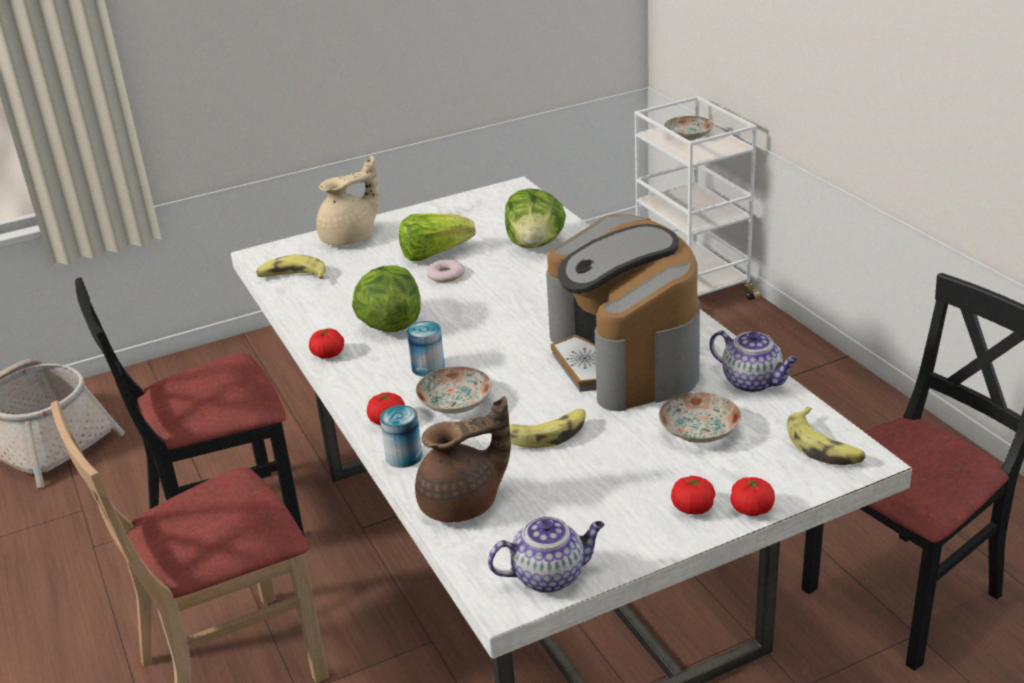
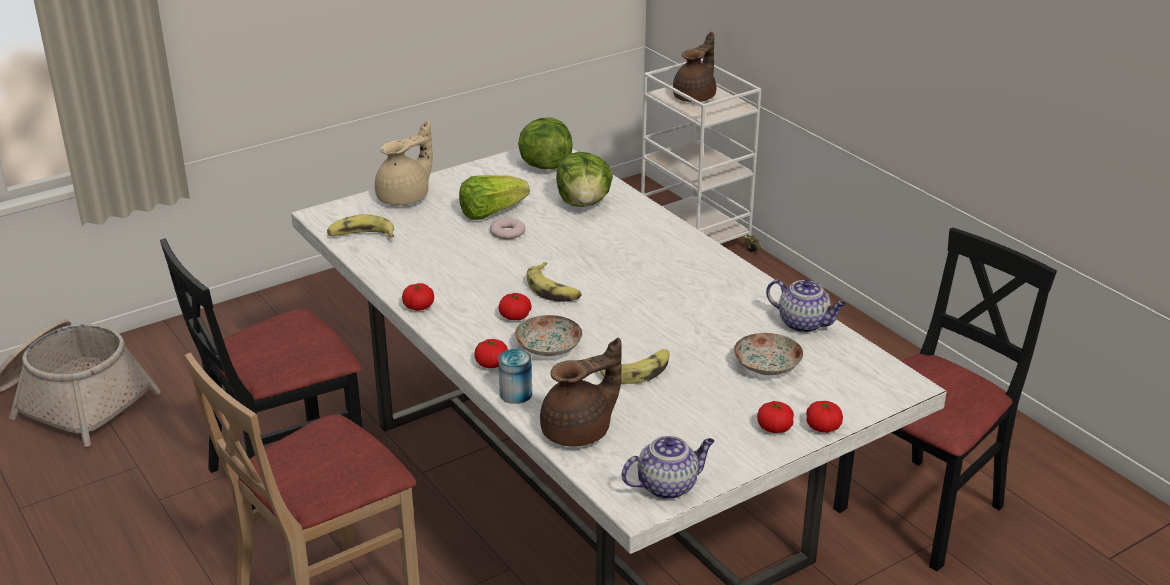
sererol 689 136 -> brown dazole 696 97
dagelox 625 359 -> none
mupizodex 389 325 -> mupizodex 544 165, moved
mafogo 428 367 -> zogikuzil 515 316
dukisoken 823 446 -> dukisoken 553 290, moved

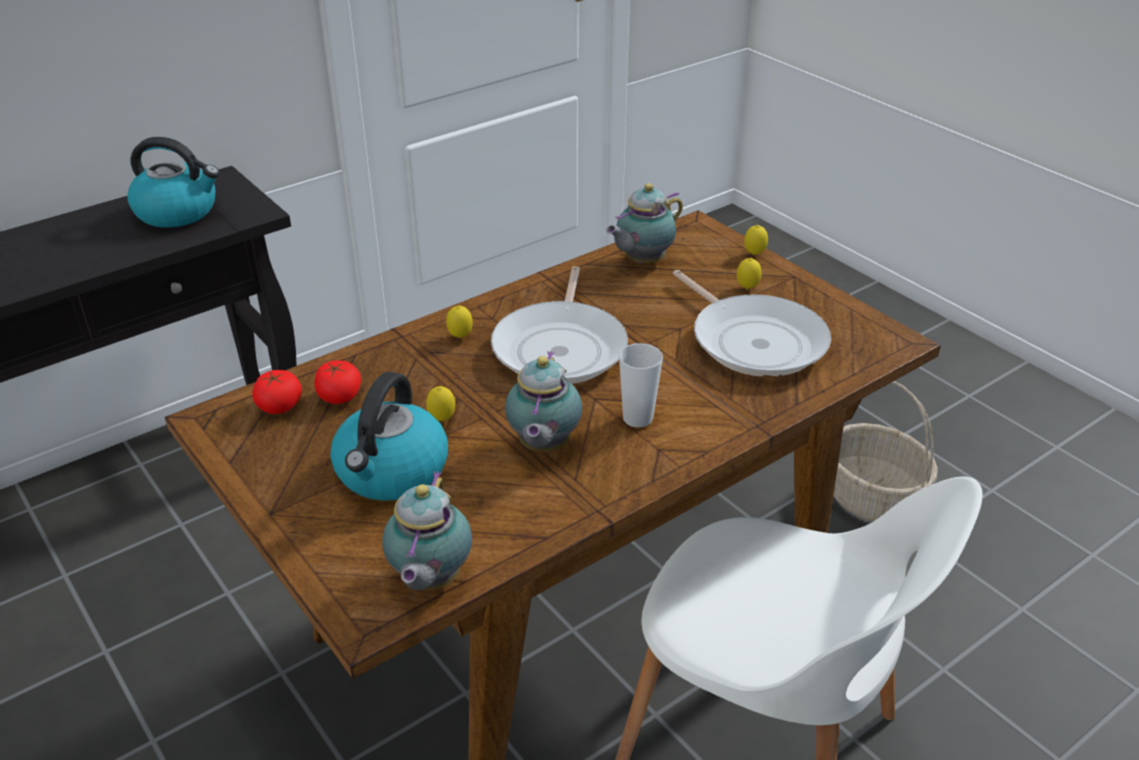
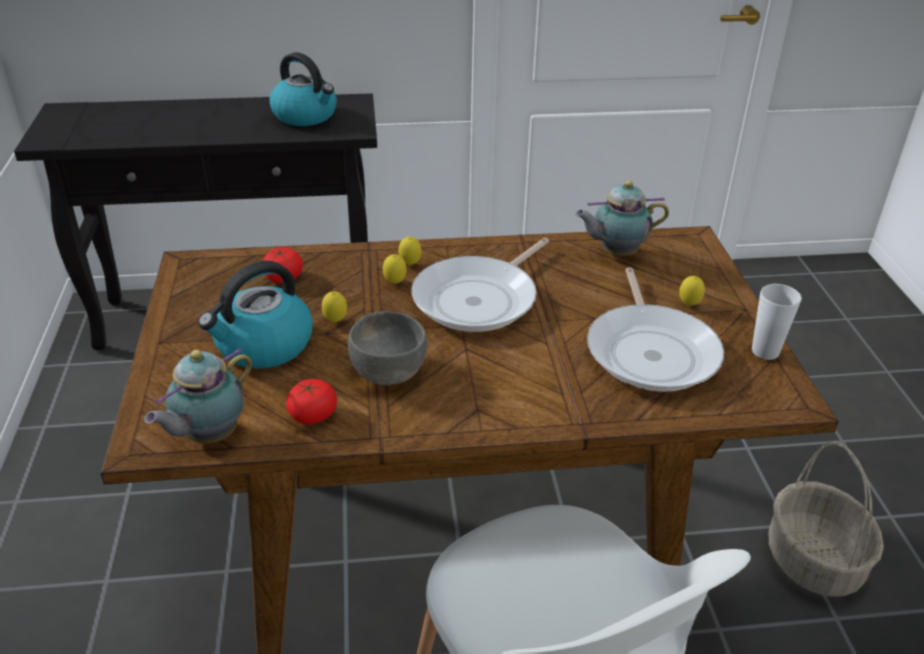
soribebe 754 255 -> soribebe 395 283, moved
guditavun 637 418 -> guditavun 765 351, moved
dazole 542 446 -> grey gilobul 388 370
zogikuzil 279 406 -> zogikuzil 313 415, moved

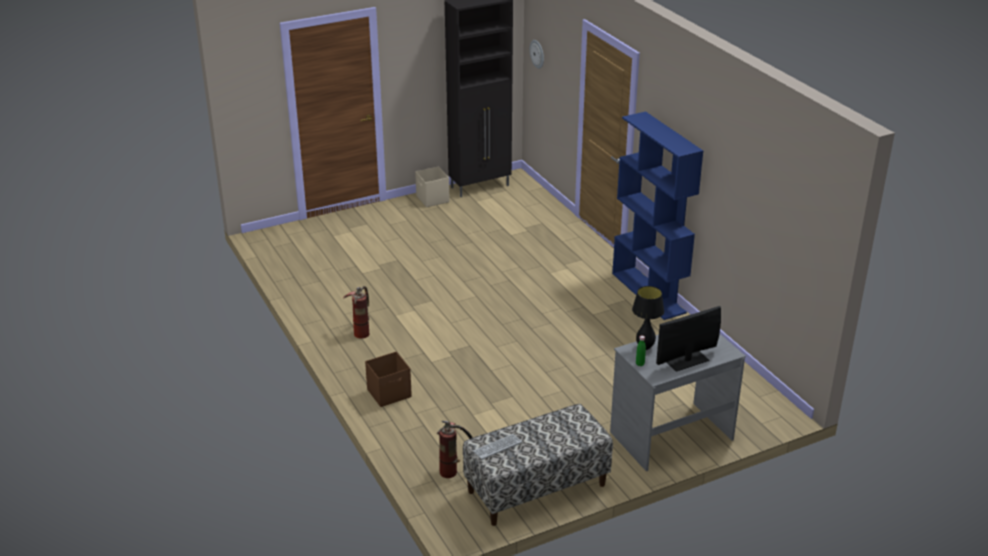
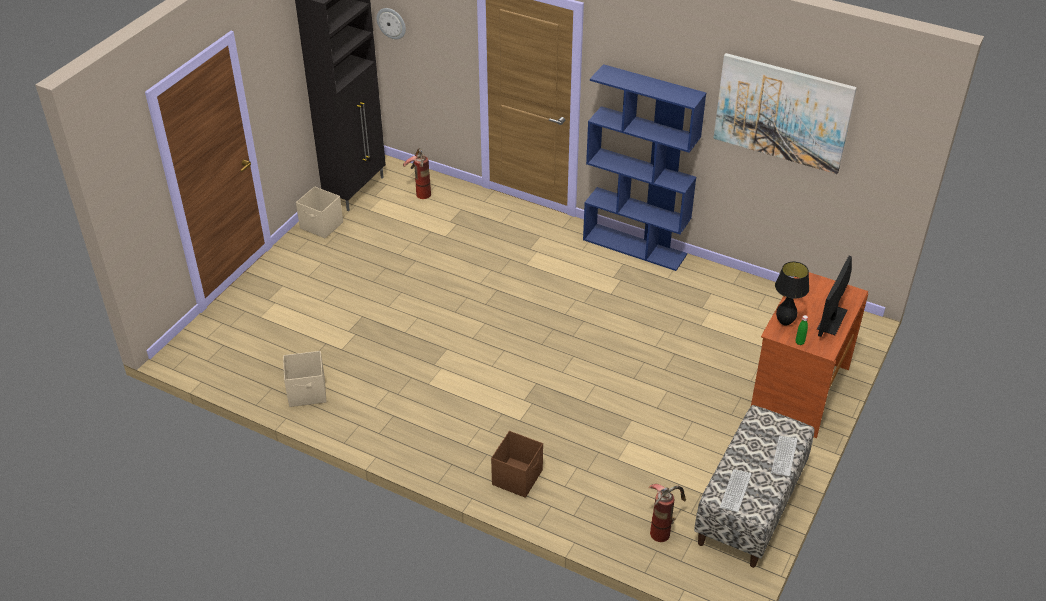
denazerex 361 330 -> denazerex 419 191, moved
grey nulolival 671 435 -> brown nulolival 798 390
none -> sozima 782 112
none -> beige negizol 308 392
none -> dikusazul 784 456

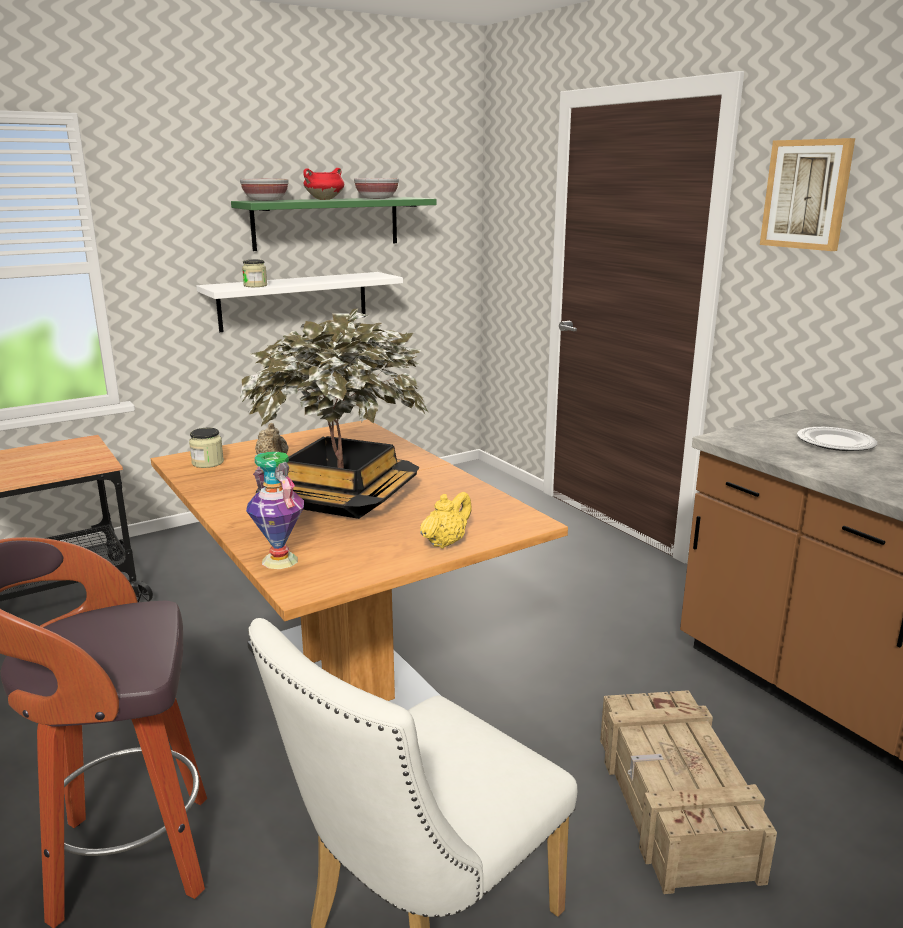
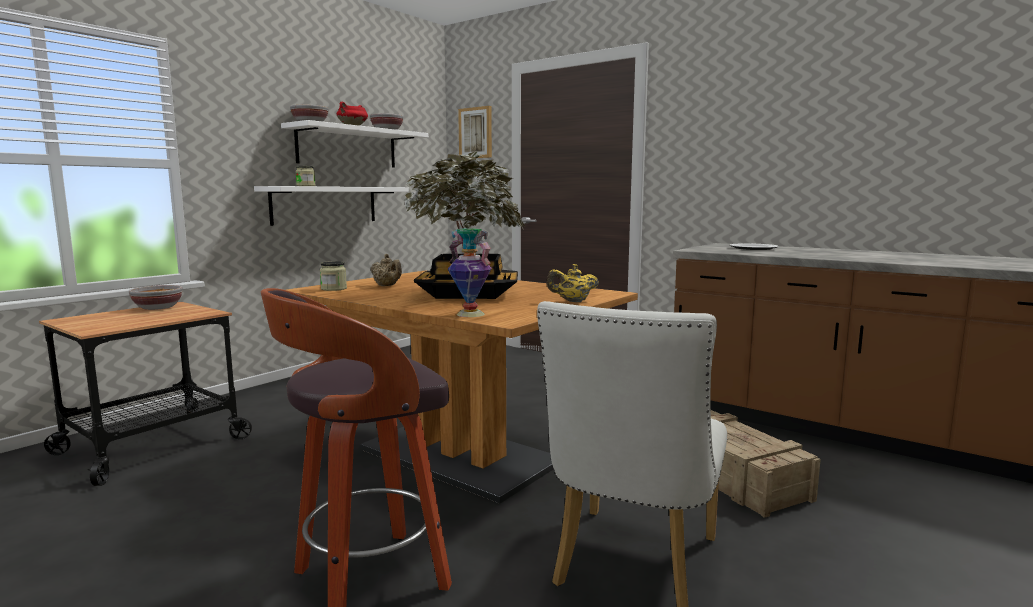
sozima 807 194 -> sozima 476 133, moved
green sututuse 326 223 -> white sututuse 347 147
yellow dazole 445 542 -> yellow dazole 572 301, 120 degrees counterclockwise
none -> gilobul 157 308

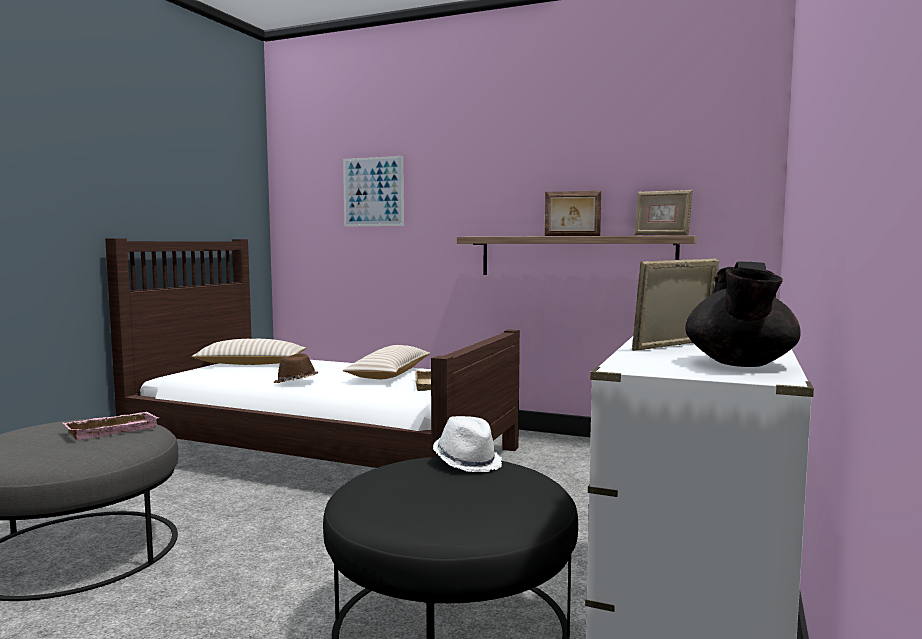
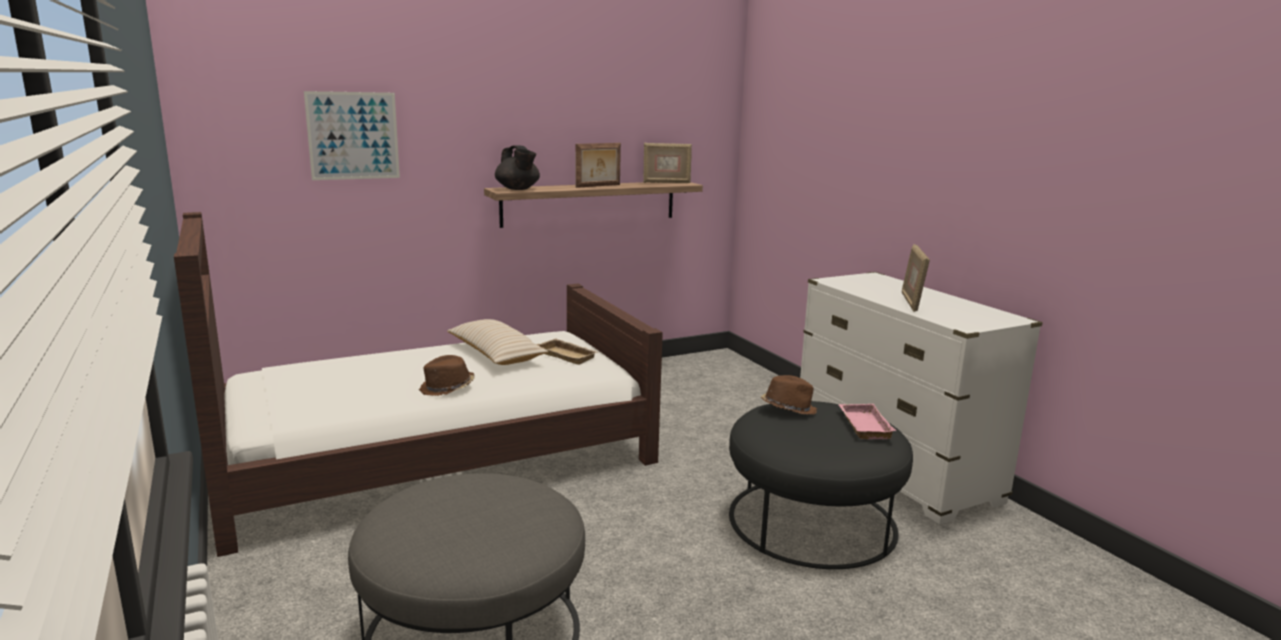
black dazole 740 364 -> black dazole 518 189, moved
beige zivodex 251 364 -> none
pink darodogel 112 430 -> pink darodogel 862 425, moved
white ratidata 467 462 -> brown ratidata 788 409

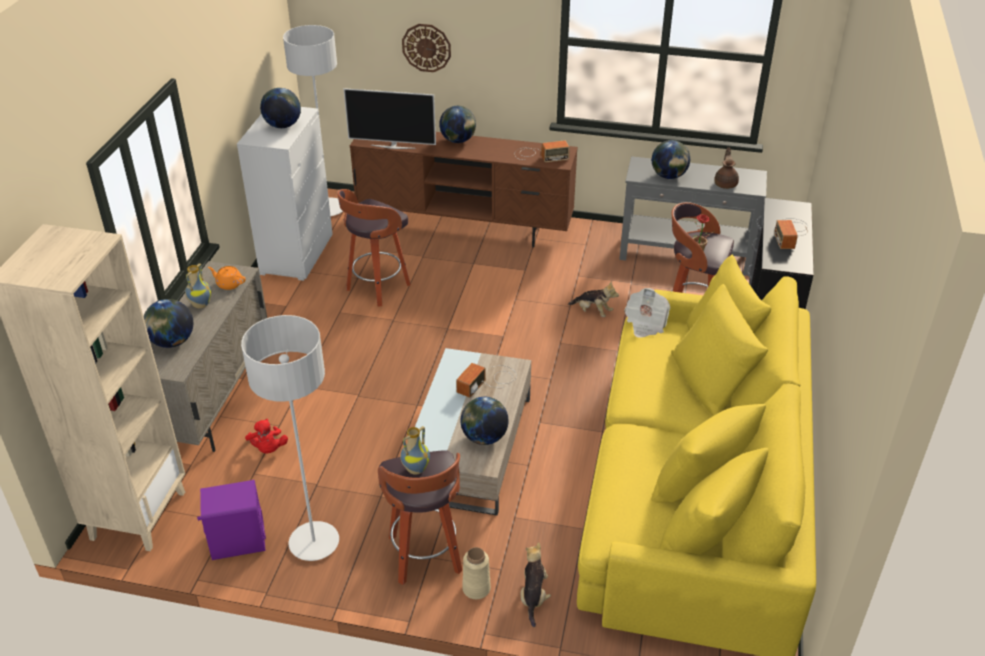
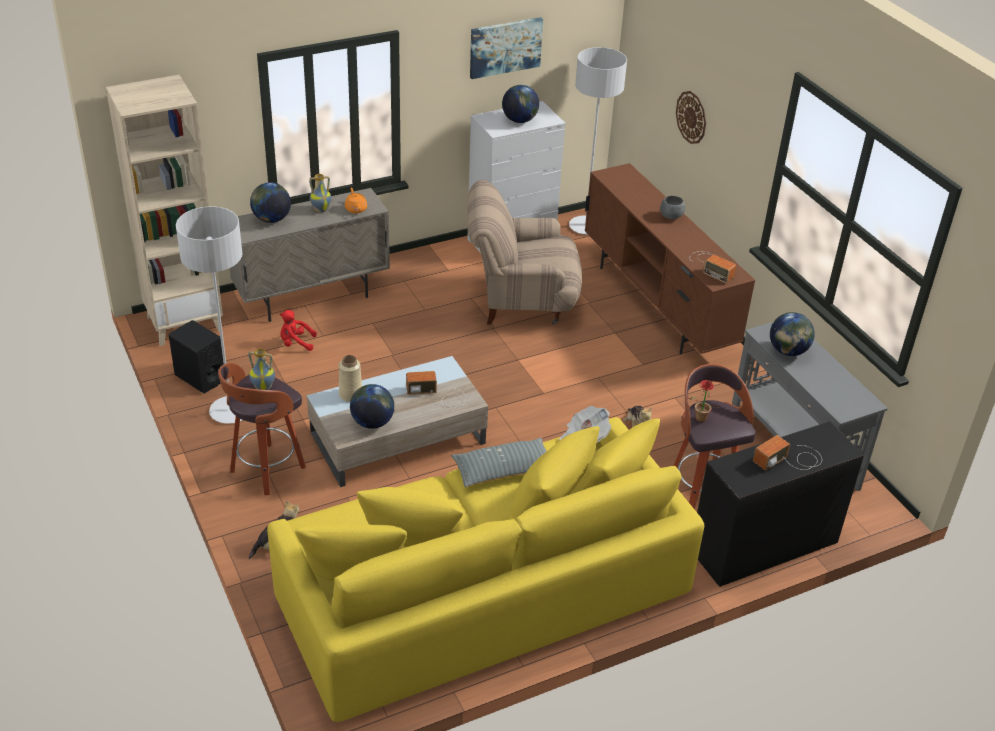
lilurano 393 146 -> none
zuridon 458 141 -> grey gilobul 671 216
brown dazole 725 183 -> none
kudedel 377 288 -> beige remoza 521 301
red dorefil 268 448 -> red dorefil 296 343, 60 degrees clockwise
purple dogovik 237 541 -> black dogovik 201 377
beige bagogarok 476 589 -> beige bagogarok 350 395, moved
none -> sozima 505 47
none -> grey zivodex 503 470

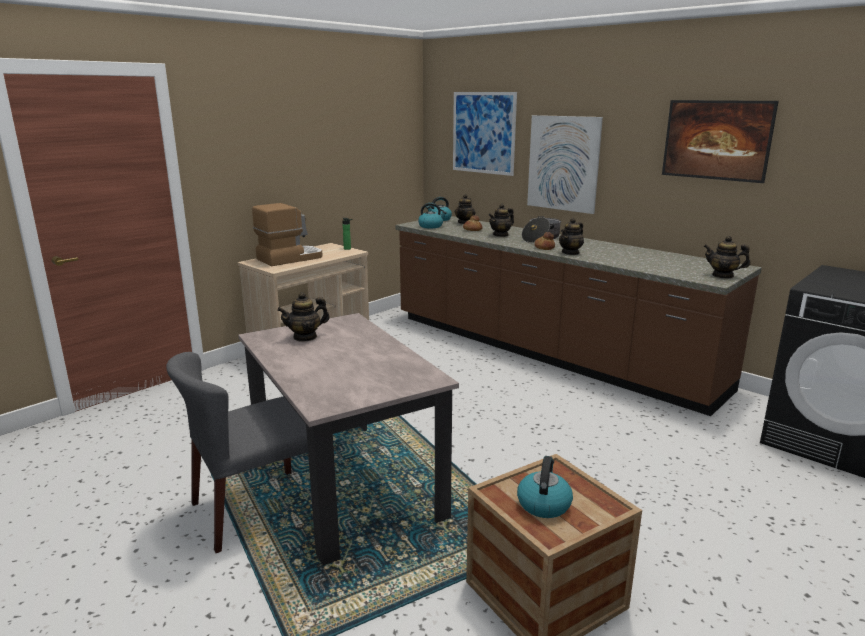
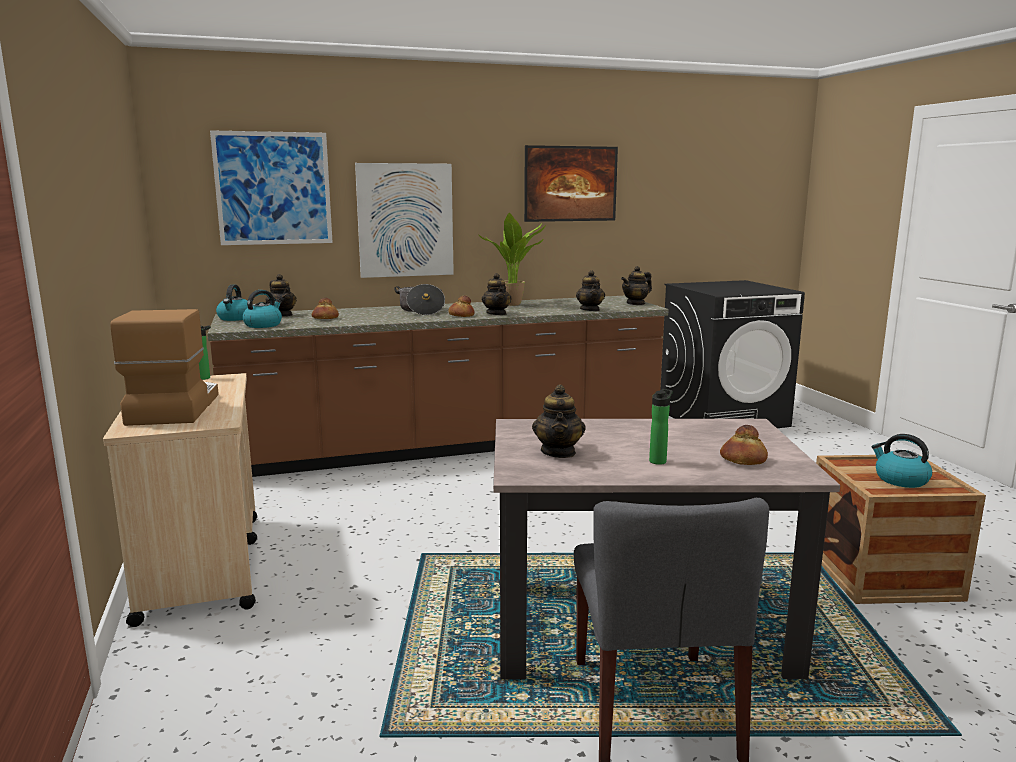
dazole 501 235 -> dazole 590 310, moved
none -> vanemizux 515 305
none -> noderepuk 659 461
none -> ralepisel 743 460

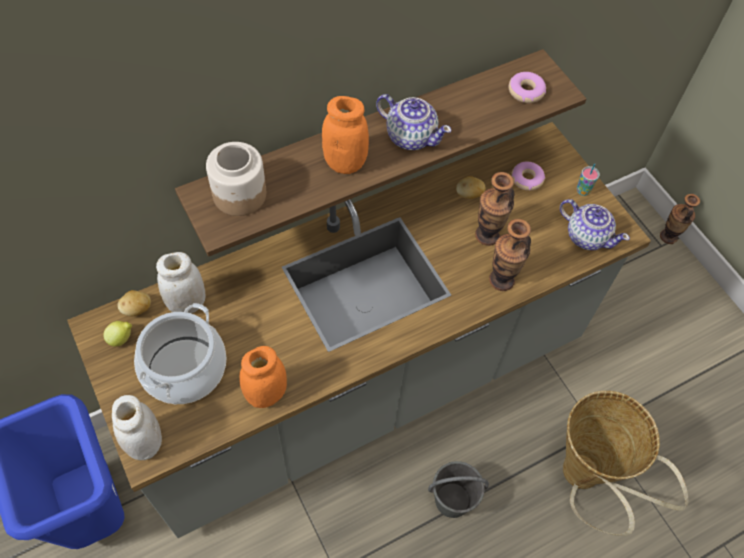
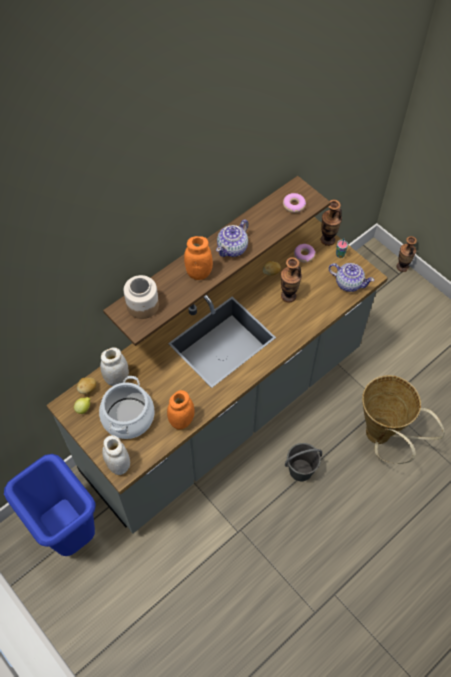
dazole 410 136 -> dazole 233 248, 105 degrees clockwise
bagogarok 501 280 -> bagogarok 327 239, moved

